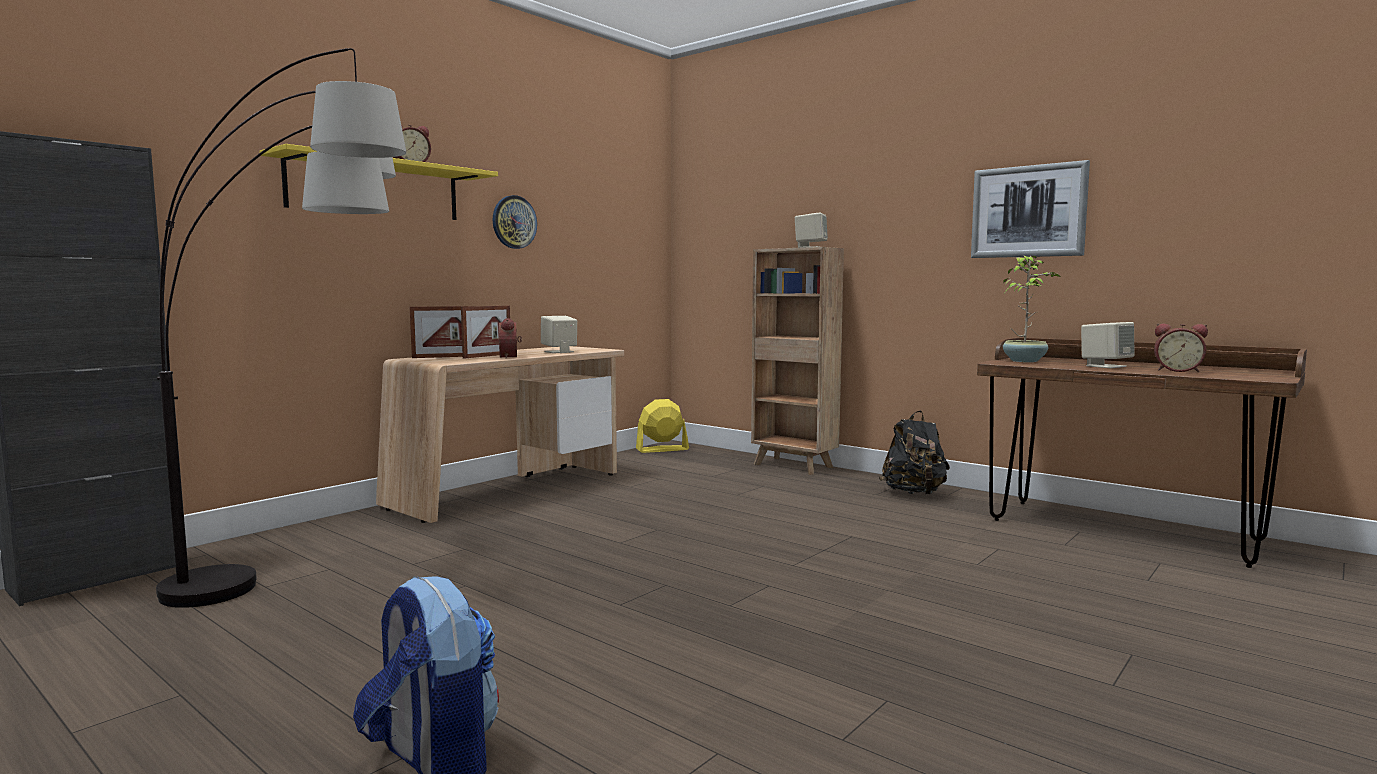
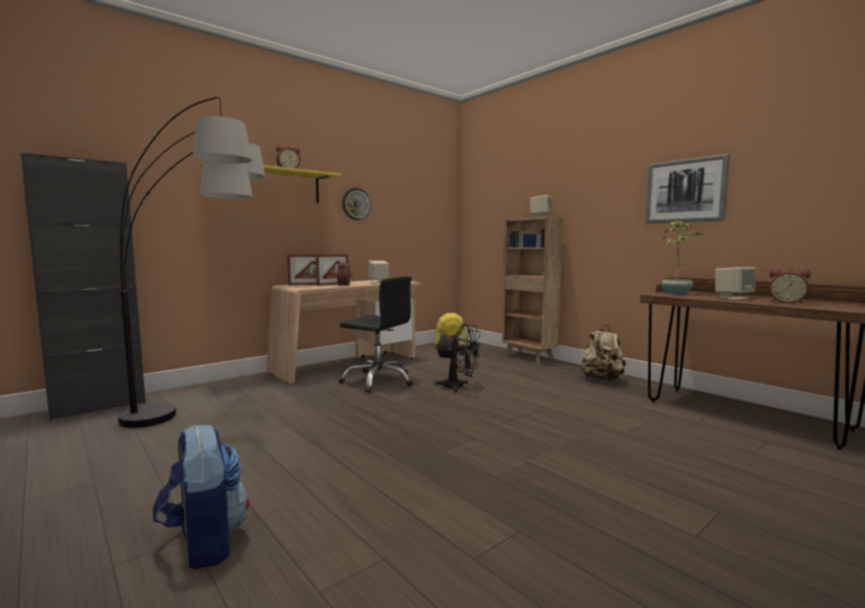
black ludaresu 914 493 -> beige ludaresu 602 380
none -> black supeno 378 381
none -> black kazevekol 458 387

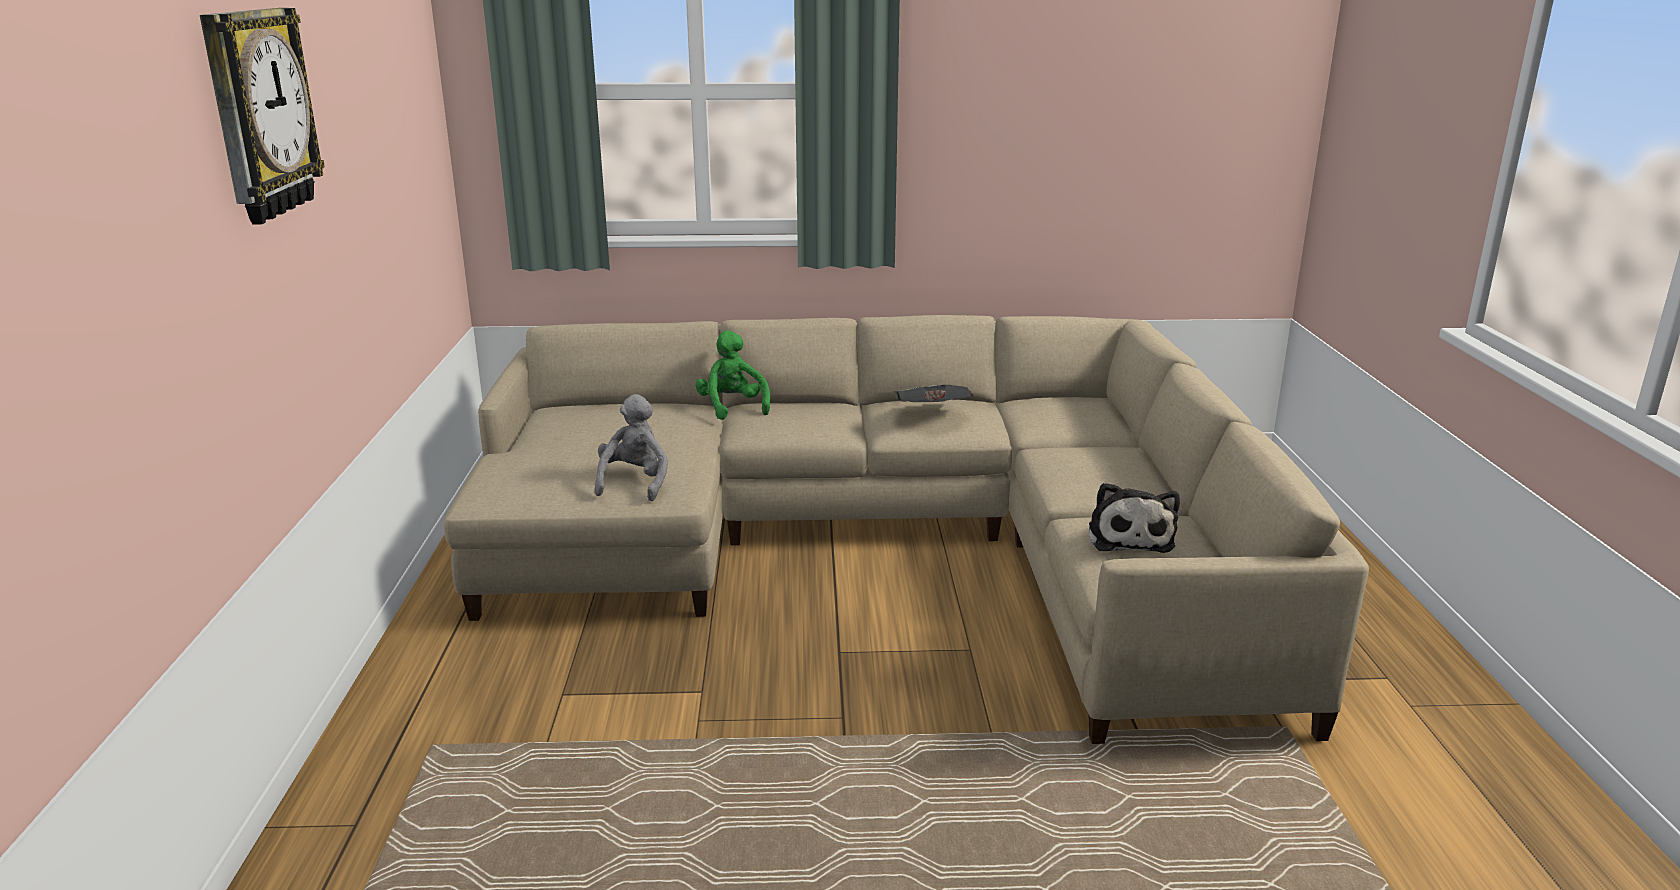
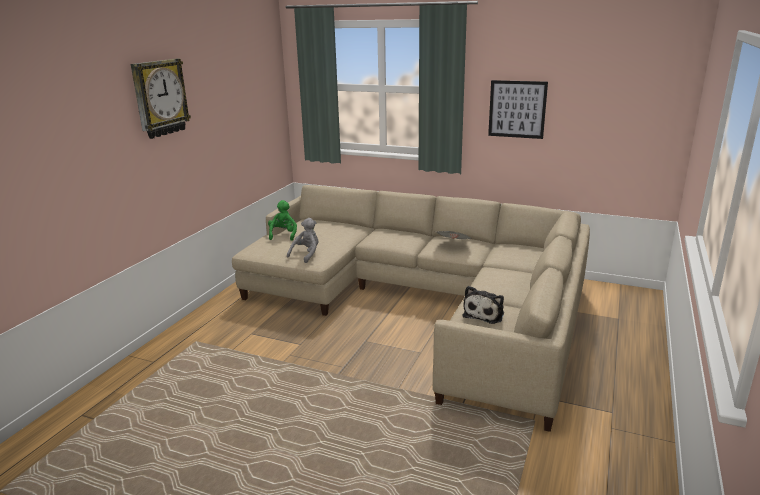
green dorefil 732 407 -> green dorefil 283 235, moved
none -> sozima 517 109

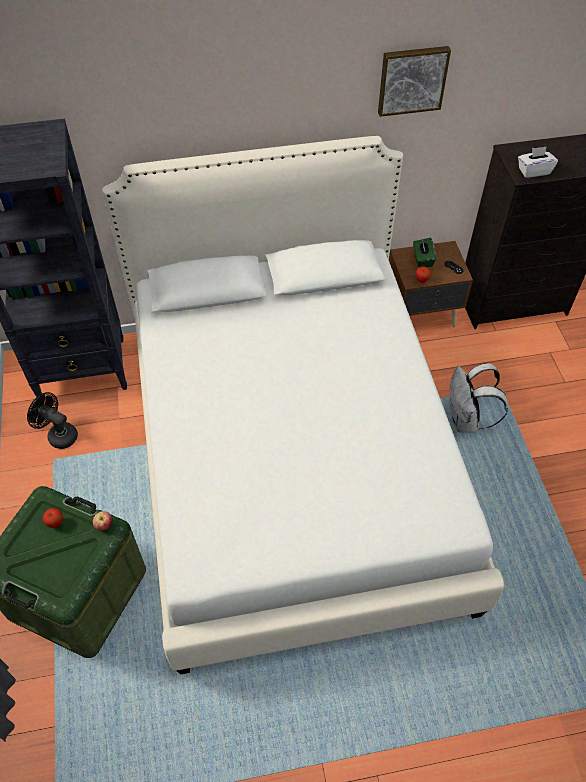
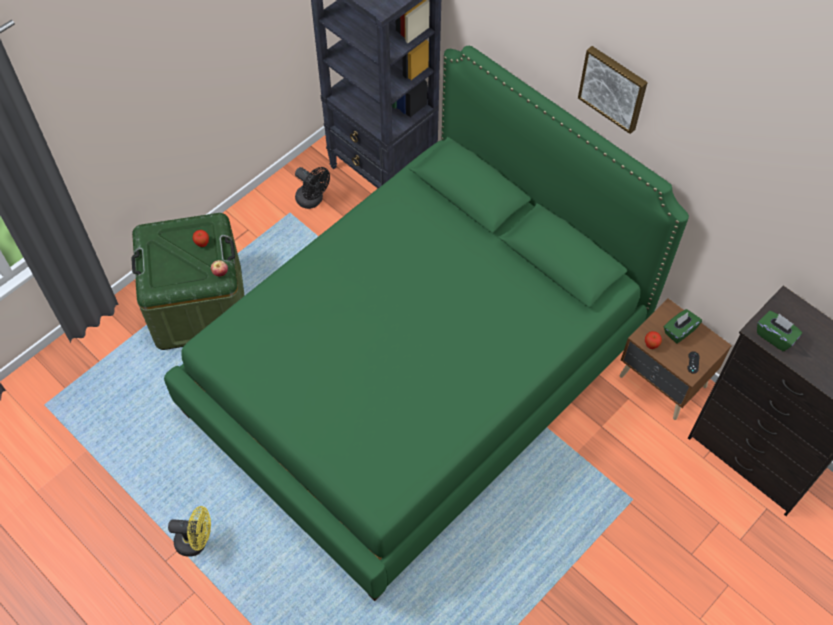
sozima 412 80 -> sozima 614 88, moved
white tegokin 293 459 -> green tegokin 417 374
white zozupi 534 171 -> green zozupi 775 336
white ludaresu 466 420 -> none
black kazevekol 59 435 -> black kazevekol 313 200, 135 degrees clockwise
none -> yellow kazevekol 196 541

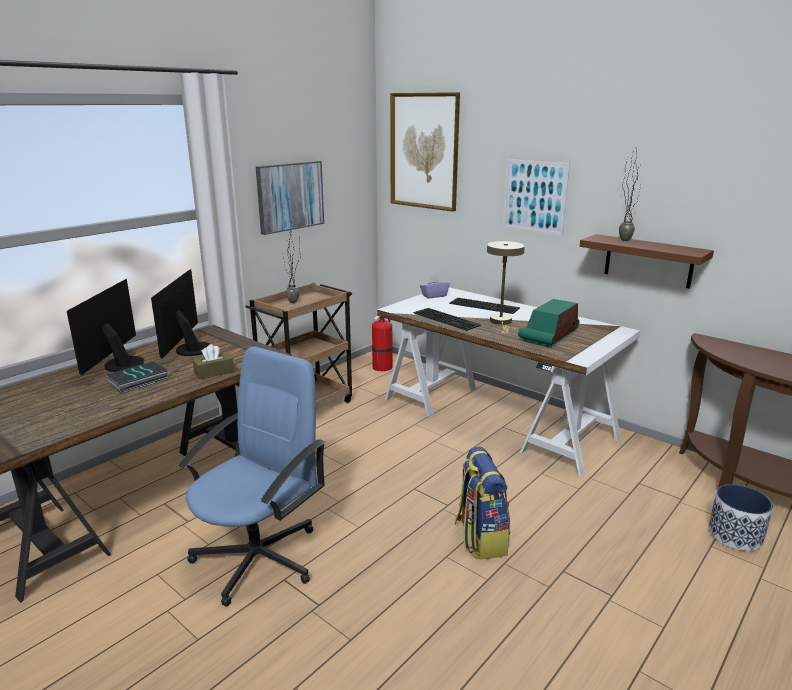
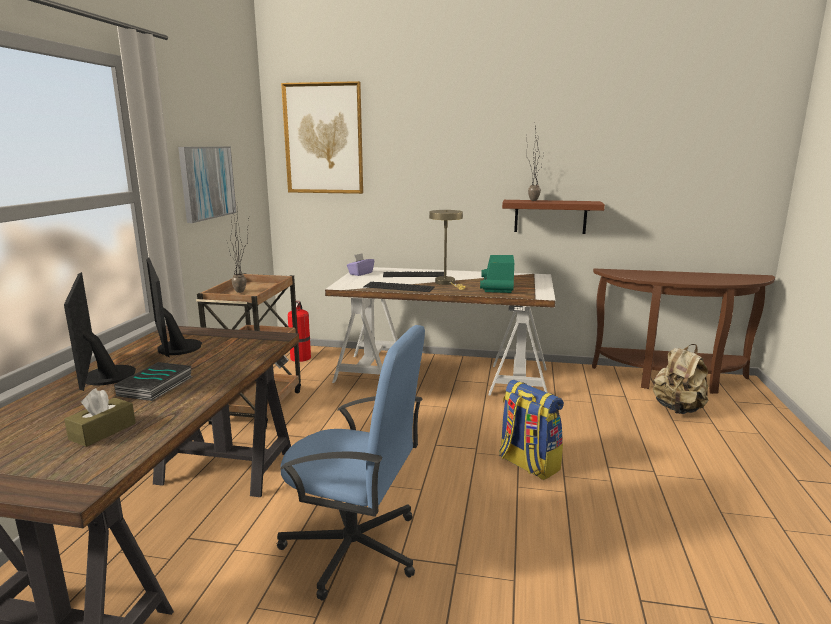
sozima 534 196 -> none
brown zozupi 214 372 -> brown zozupi 103 431, moved
blue supeno 259 557 -> blue supeno 354 548, 105 degrees clockwise
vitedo 735 536 -> beige ludaresu 678 409

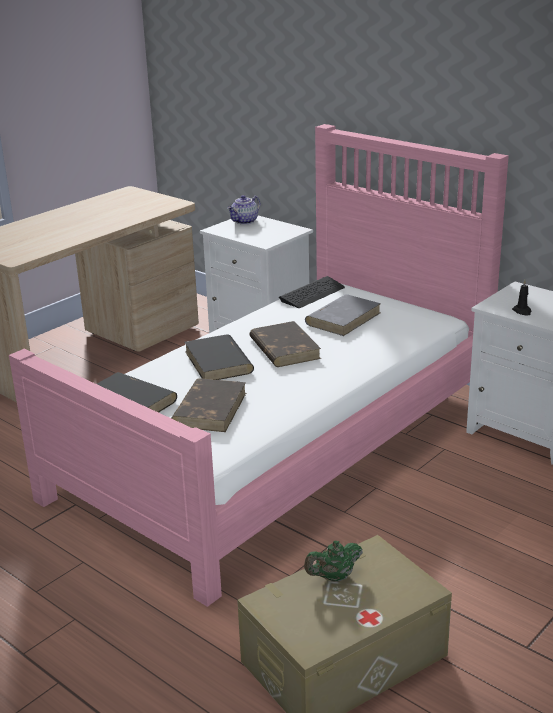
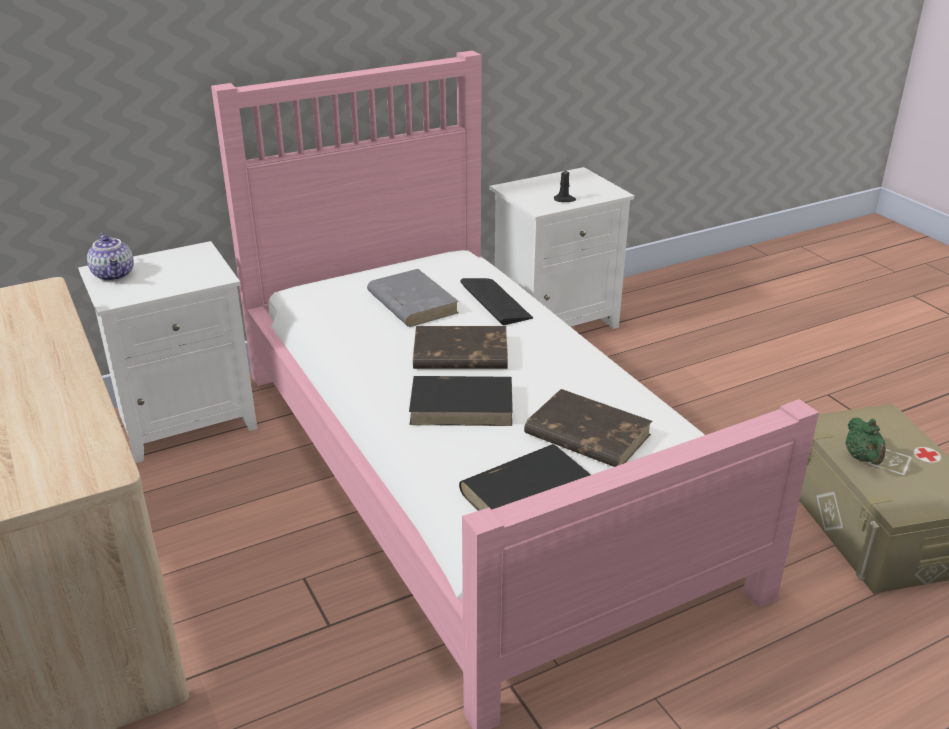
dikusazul 312 294 -> dikusazul 495 302, moved

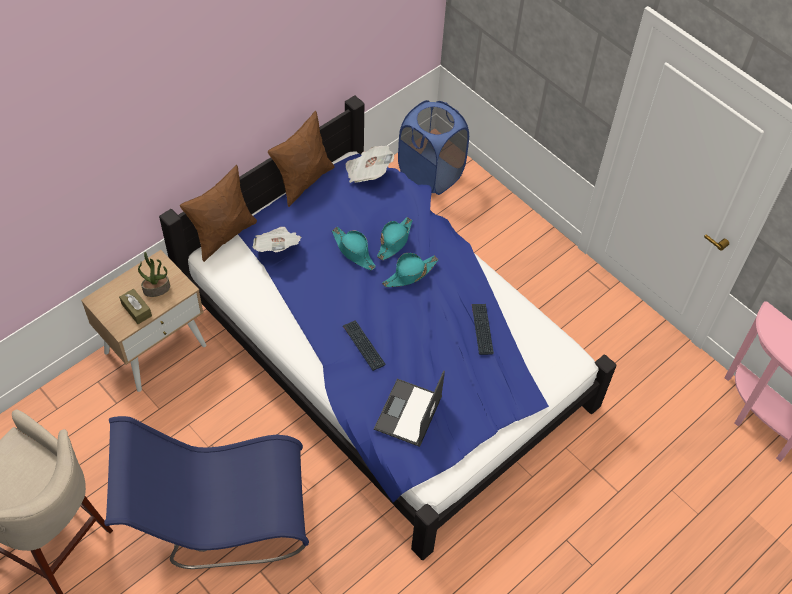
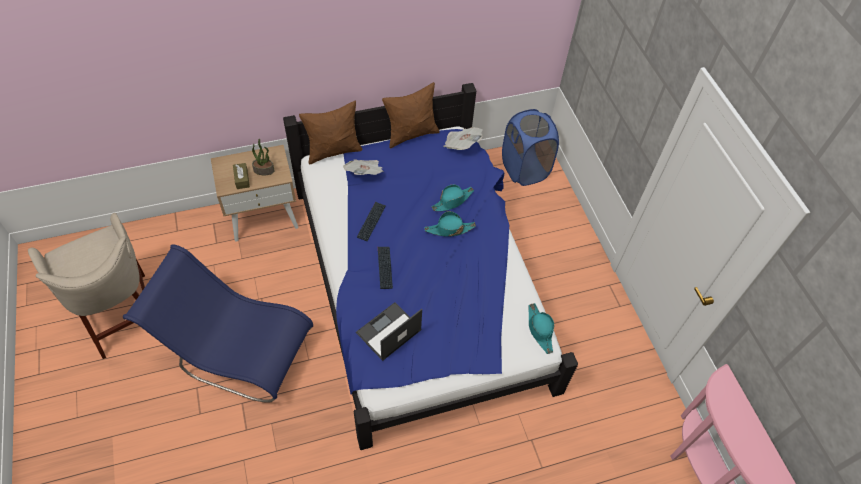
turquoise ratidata 354 251 -> turquoise ratidata 540 330, moved
dikusazul 482 329 -> dikusazul 371 221, moved

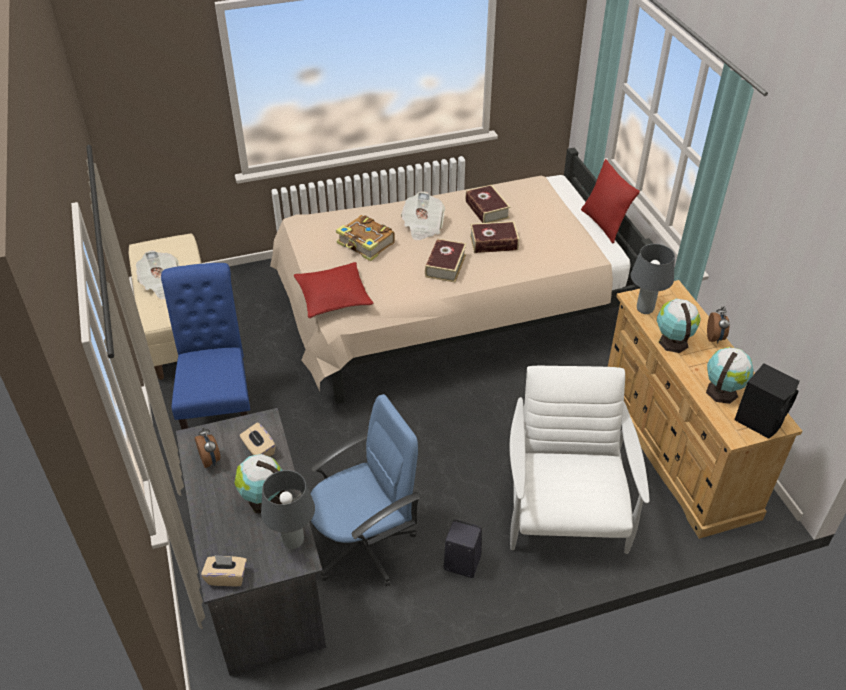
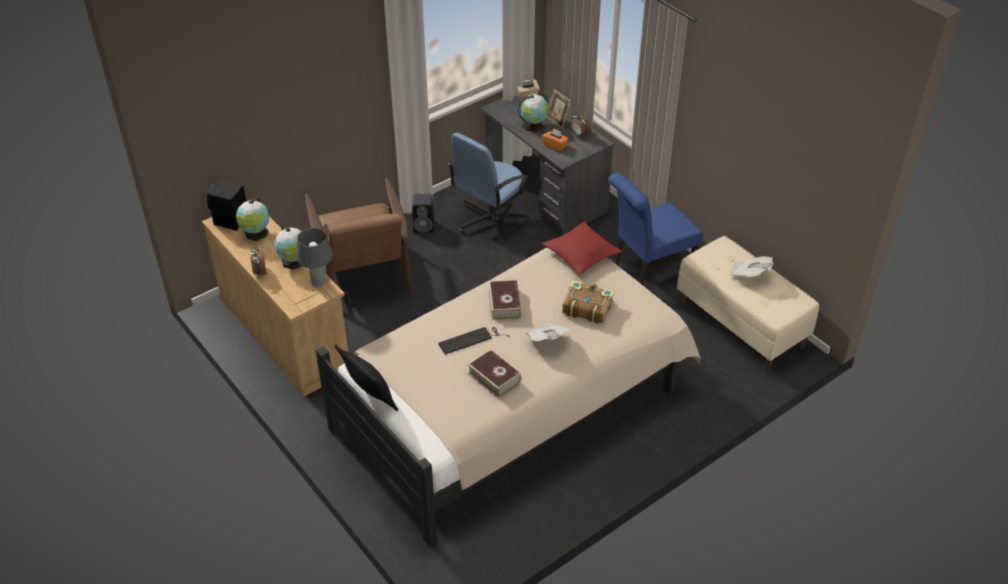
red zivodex 604 224 -> black zivodex 370 397
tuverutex 493 242 -> dikusazul 471 339
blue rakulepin 220 412 -> blue rakulepin 648 270, 90 degrees clockwise
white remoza 565 508 -> brown remoza 363 272
beige zozupi 259 450 -> orange zozupi 555 145
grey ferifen 293 542 -> none
none -> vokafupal 557 121

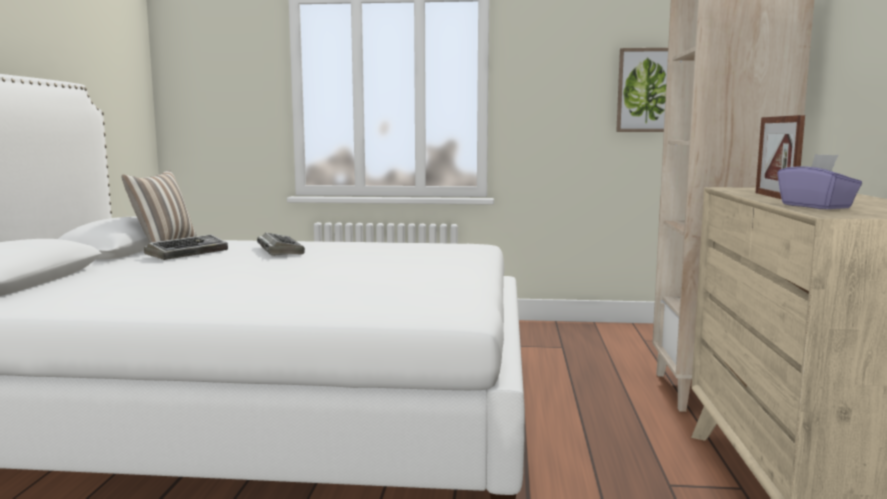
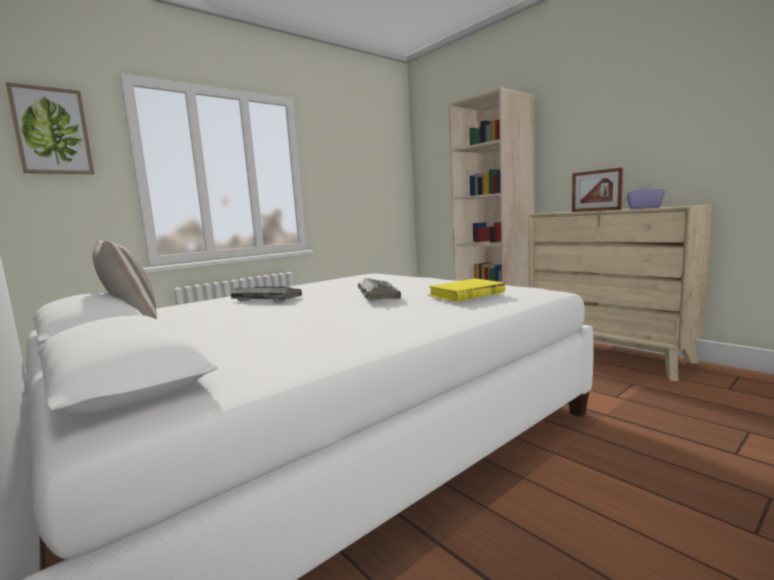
sozima 647 90 -> sozima 52 131, moved
dikusazul 188 253 -> dikusazul 378 295, moved
none -> yellow tuverutex 466 294

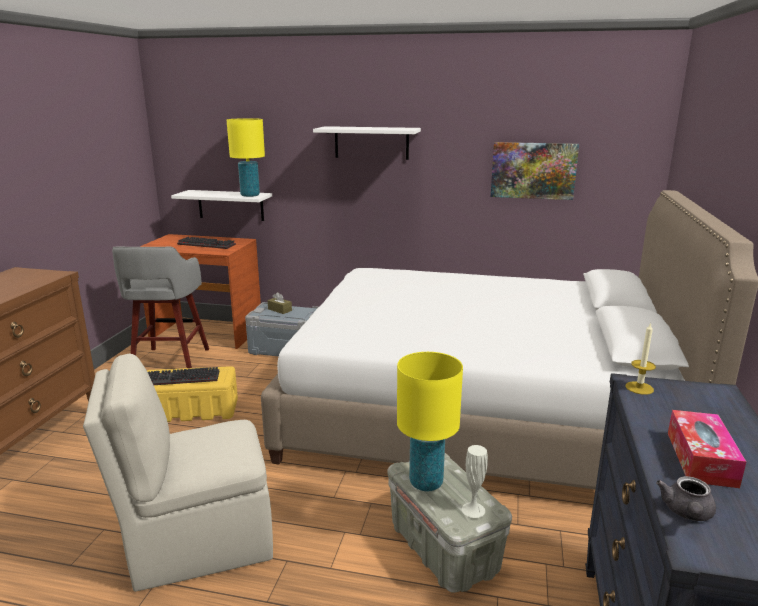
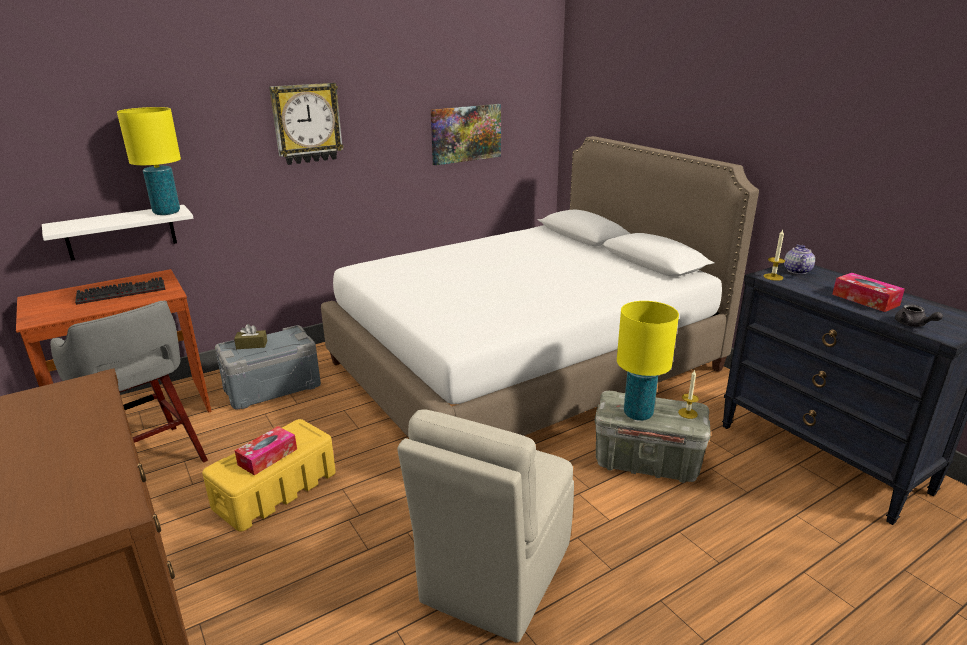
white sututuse 371 142 -> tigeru 307 123
dikusazul 180 379 -> zozupi 267 457
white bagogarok 473 510 -> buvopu 687 413
none -> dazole 796 271

